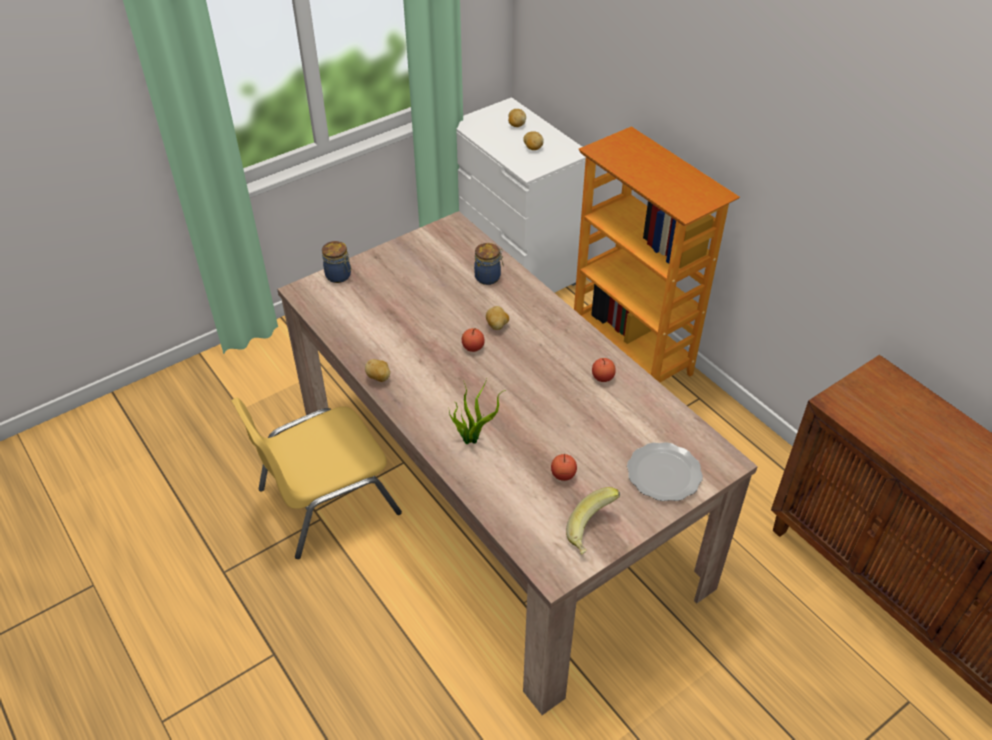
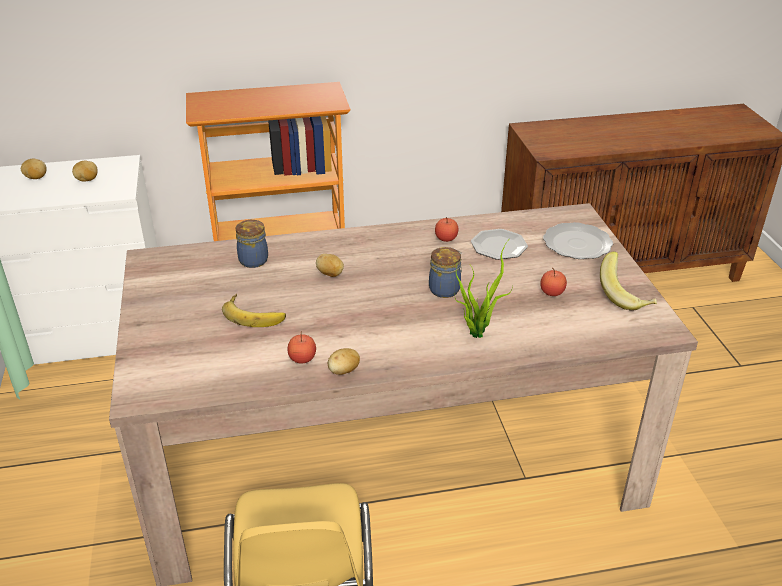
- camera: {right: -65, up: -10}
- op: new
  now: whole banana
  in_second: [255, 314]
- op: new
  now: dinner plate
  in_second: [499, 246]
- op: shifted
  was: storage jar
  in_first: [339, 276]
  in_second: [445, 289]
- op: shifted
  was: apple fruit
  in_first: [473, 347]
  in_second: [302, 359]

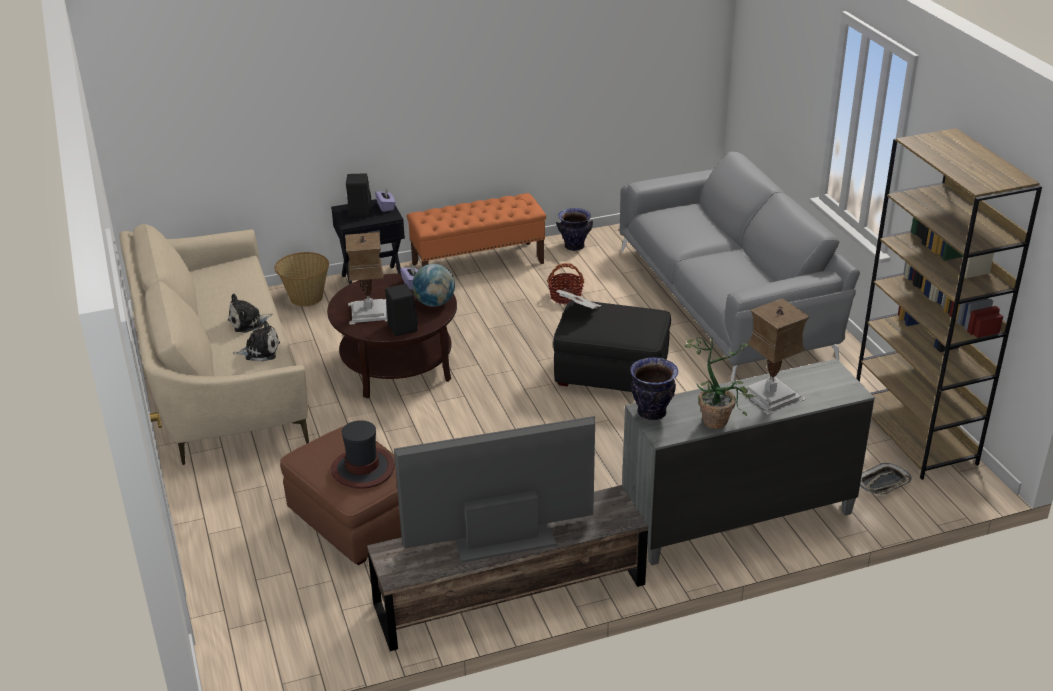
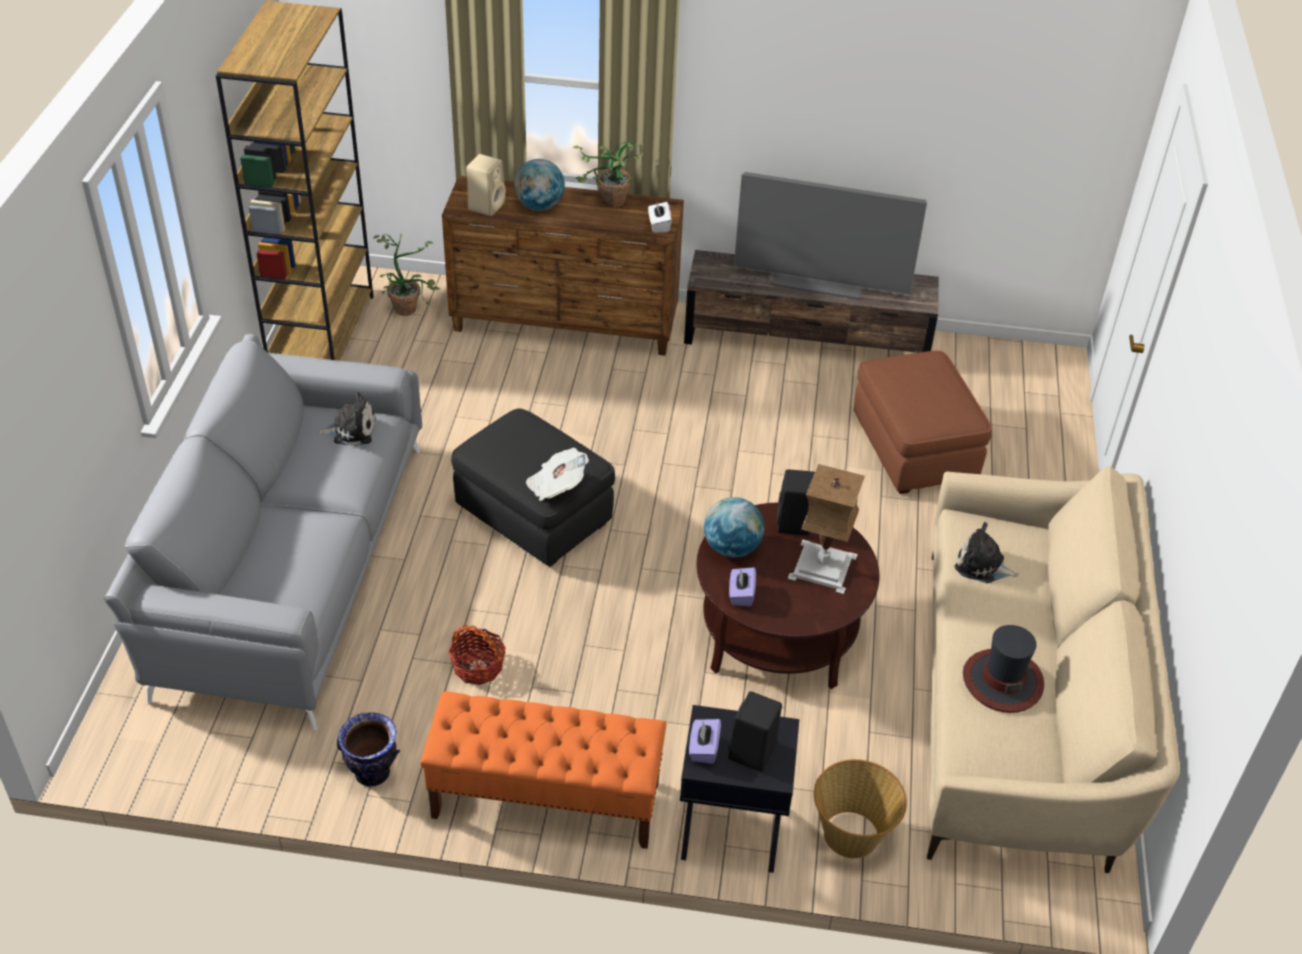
- camera: {right: -155, up: 10}
- op: new
  now: beige speaker
  in_second: [487, 205]
- op: shifted
  was: cuddly toy
  in_first: [248, 322]
  in_second: [351, 430]
- op: shifted
  was: wearable hat
  in_first: [363, 469]
  in_second: [1002, 680]
- op: swapped
  was: vase
  now: white-coloured tissue holder
  in_first: [651, 413]
  in_second: [659, 225]
- op: swapped
  was: table lamp
  now: globe
  in_first: [771, 394]
  in_second: [539, 206]
- op: swapped
  was: tray
  now: houseplant
  in_first: [883, 483]
  in_second: [408, 306]
- op: repainted
  was: gray drawer chest
  now: brownish drawer chest
  in_first: [737, 518]
  in_second: [565, 325]

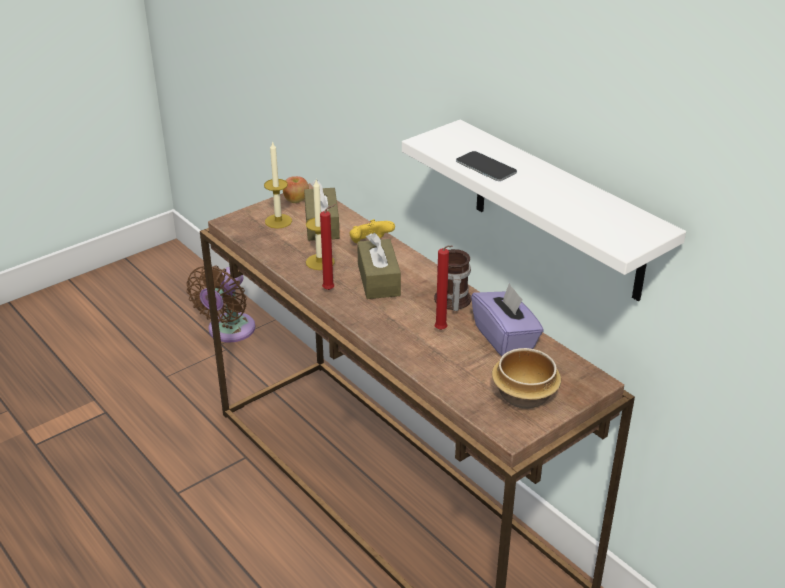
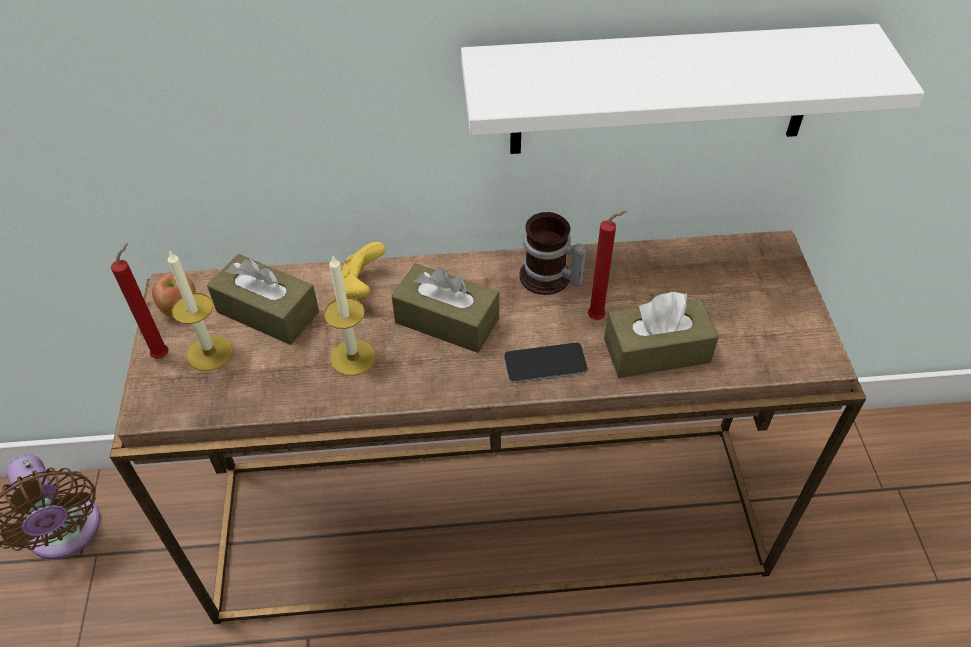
- camera: {right: -55, up: 15}
- op: gone
  was: purple tissue holder
  in_first: [505, 338]
- op: gone
  was: serving bowl
  in_first: [523, 395]
- op: new
  now: brownish tissue holder
  in_second: [656, 351]
- op: shifted
  was: reddish candle
  in_first: [330, 290]
  in_second: [164, 354]
- op: shifted
  was: telephone
  in_first: [486, 167]
  in_second: [545, 363]

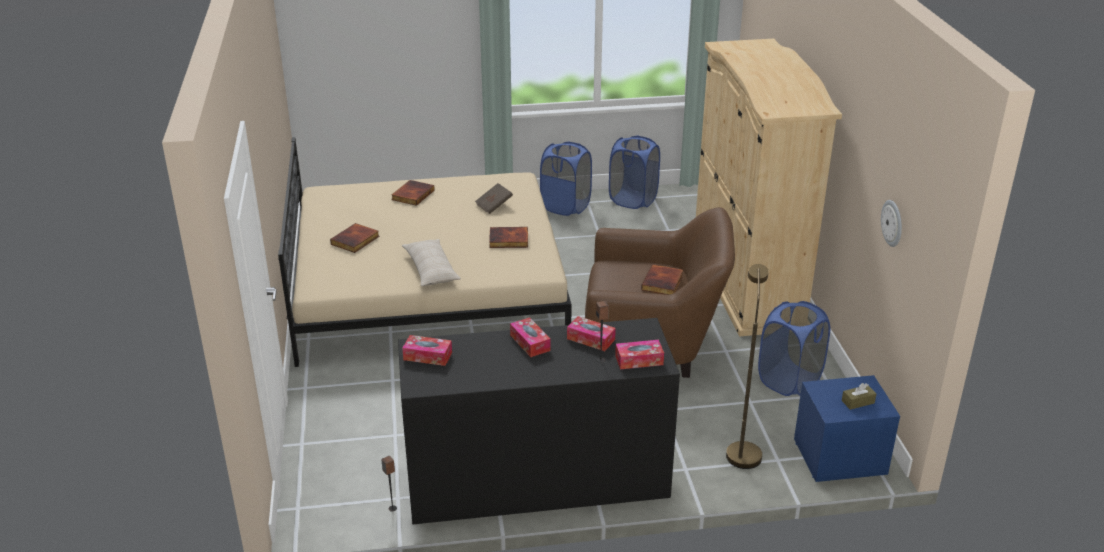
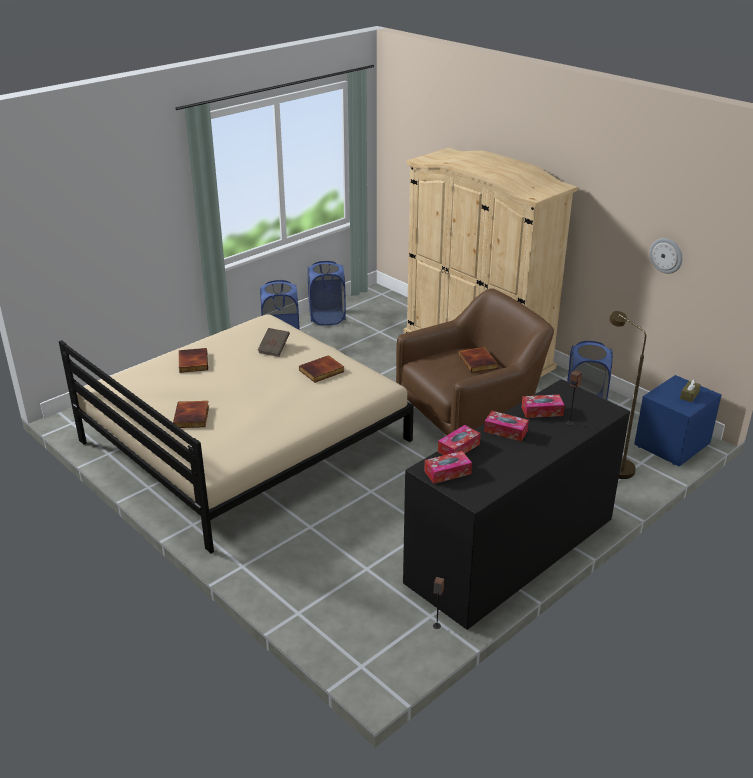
- camera: {right: -35, up: 0}
- op: gone
  was: beige throw pillow
  in_first: [431, 270]
- op: shifted
  was: tissue holder
  in_first: [639, 360]
  in_second: [458, 448]

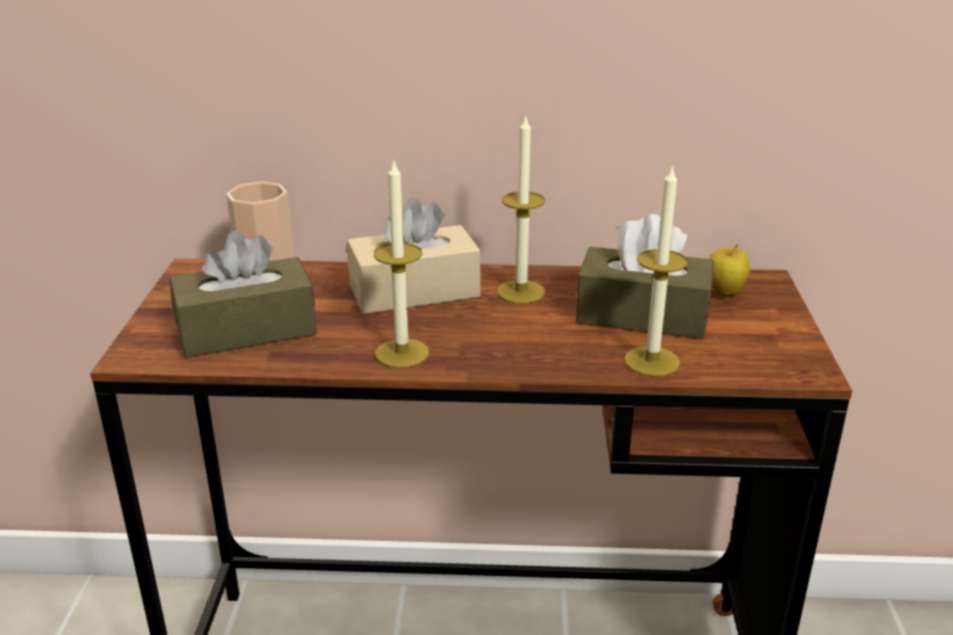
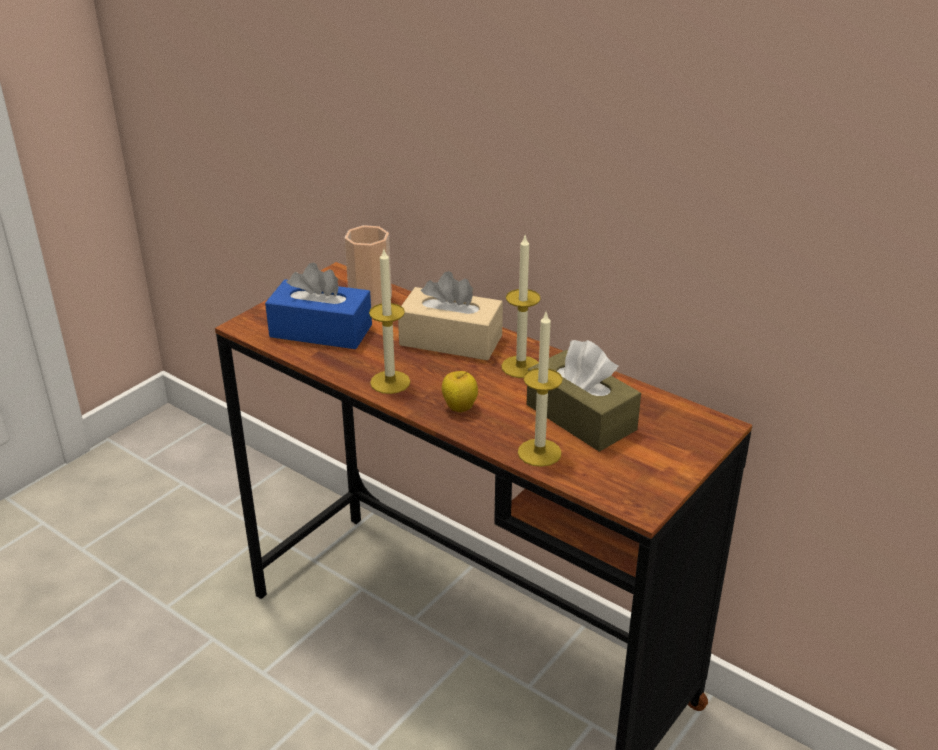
- camera: {right: 35, up: 5}
- op: shifted
  was: apple fruit
  in_first: [724, 293]
  in_second: [460, 408]
- op: repainted
  was: brownish tissue holder
  now: blue-coloured tissue holder
  in_first: [246, 330]
  in_second: [321, 331]

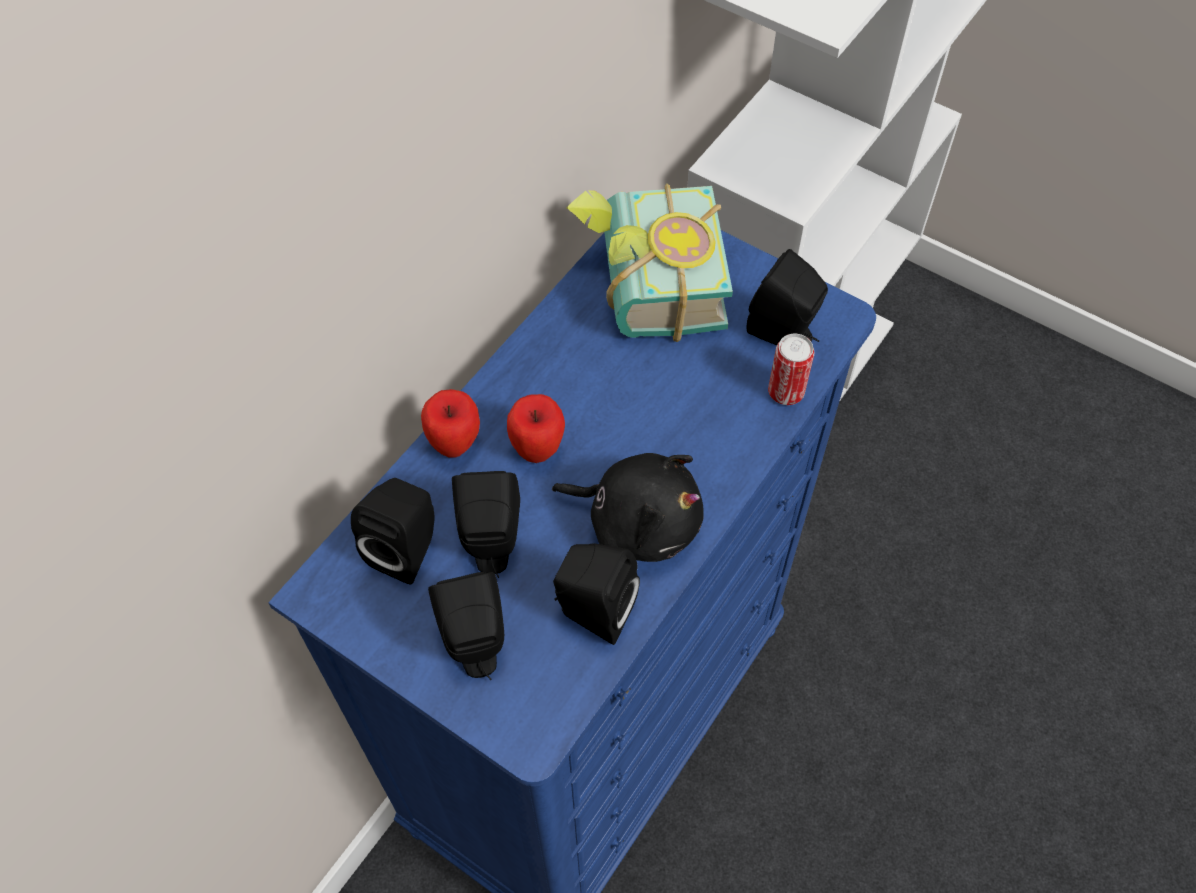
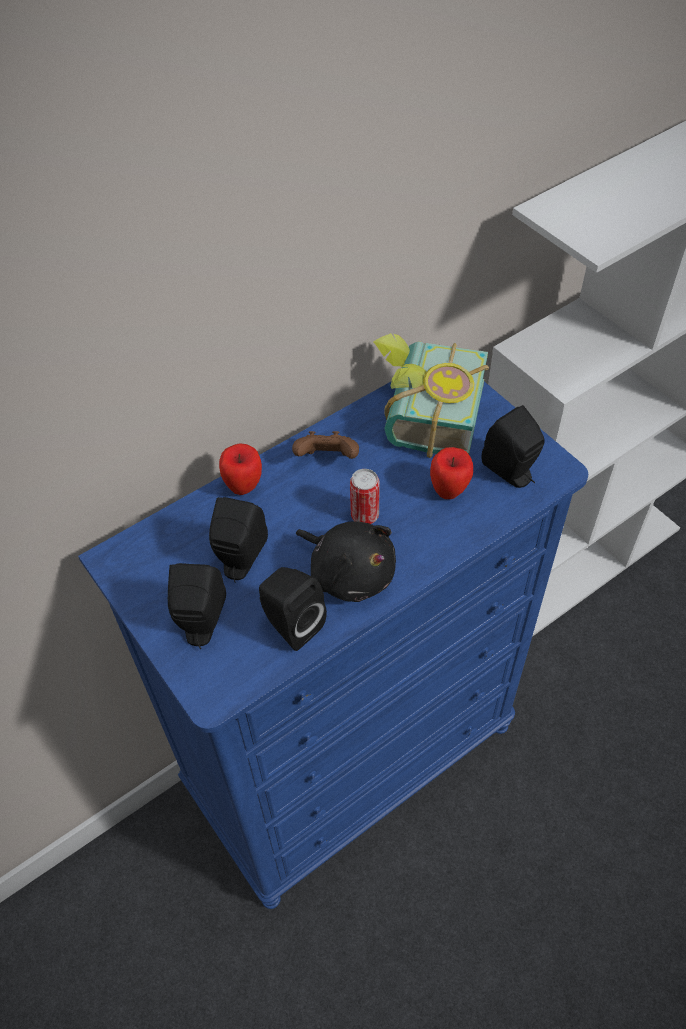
- camera: {right: 20, up: -5}
- op: gone
  was: black speaker
  in_first: [408, 549]
- op: new
  now: brownish game controller
  in_second: [327, 459]
- op: shifted
  was: apple fruit
  in_first: [538, 450]
  in_second: [449, 491]
- op: shifted
  was: sealed can
  in_first: [786, 392]
  in_second: [364, 515]

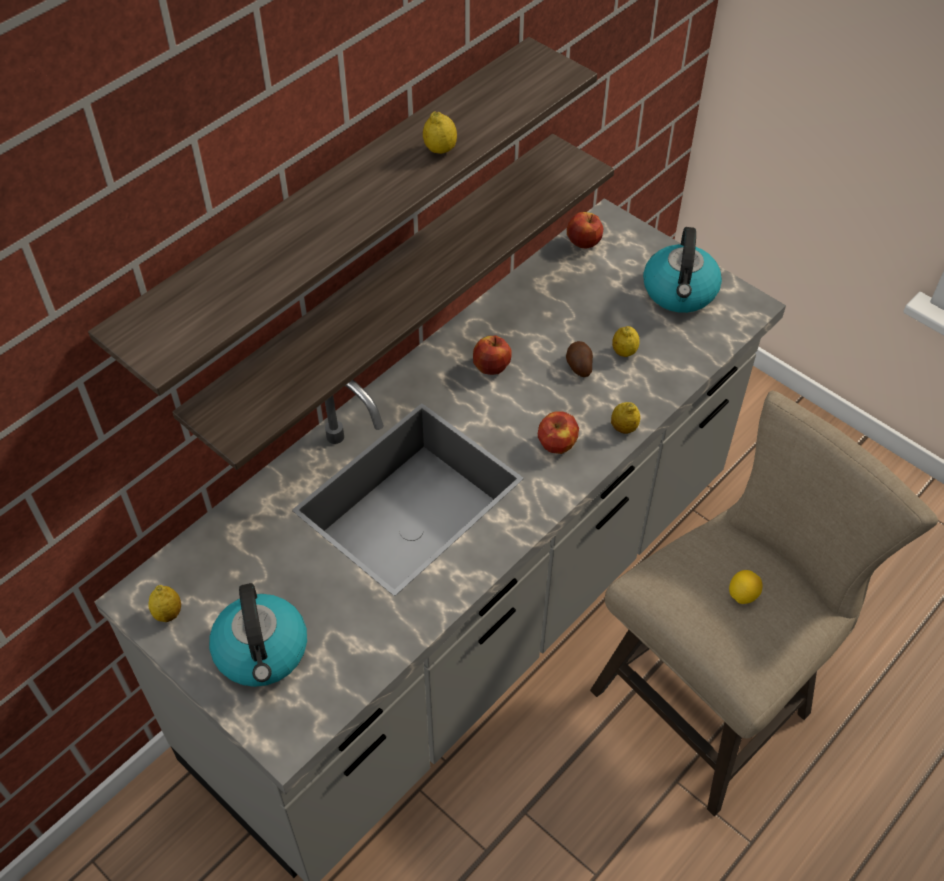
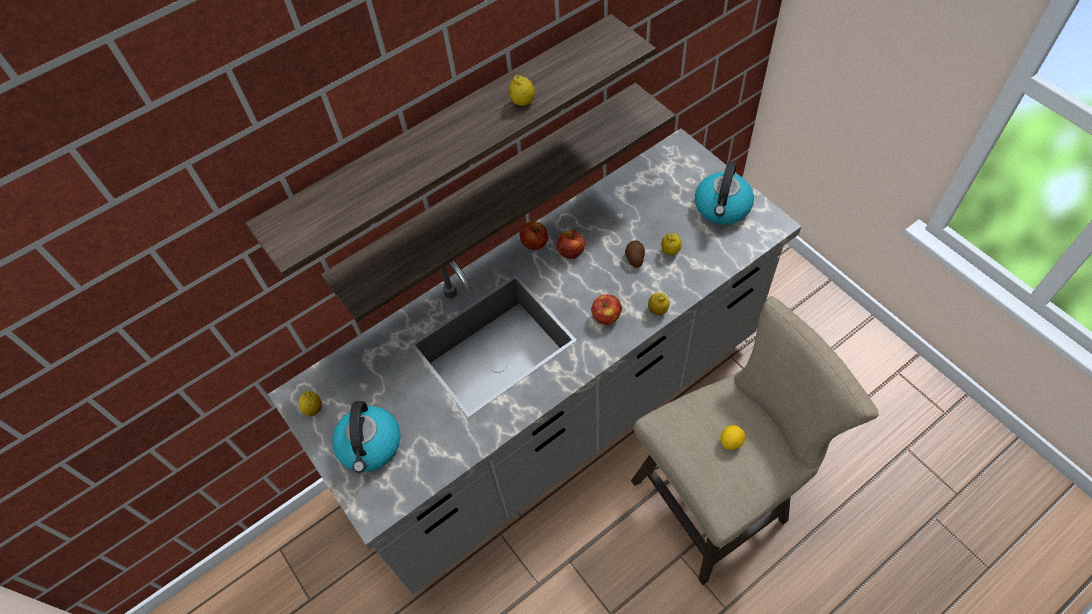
- camera: {right: 15, up: 5}
- op: shifted
  was: apple fruit
  in_first: [583, 242]
  in_second: [534, 243]

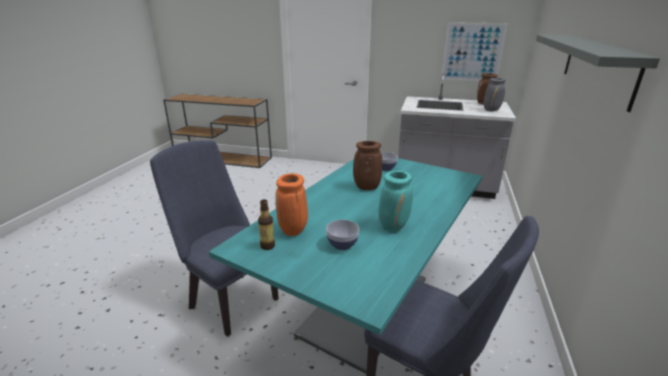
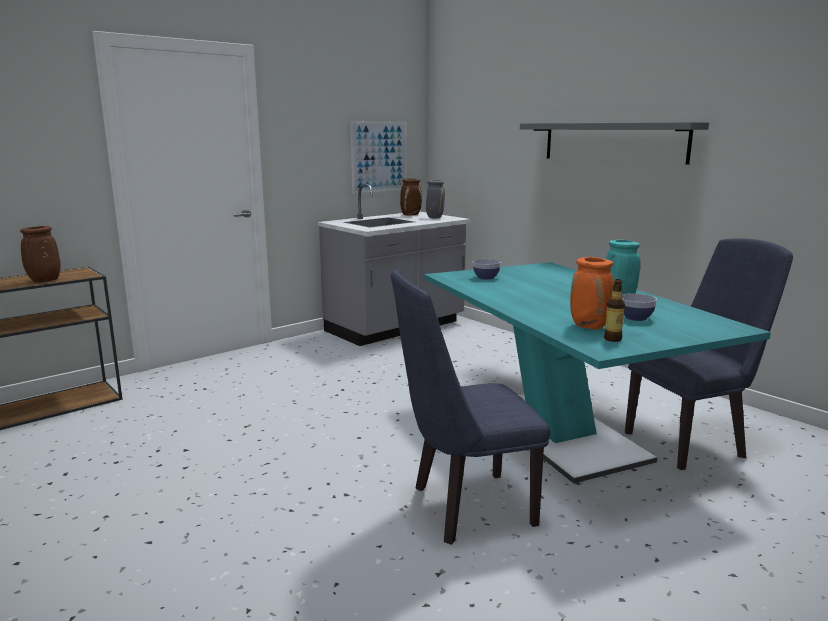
- camera: {right: -55, up: -10}
- op: shifted
  was: brownish vase
  in_first: [366, 188]
  in_second: [44, 280]

